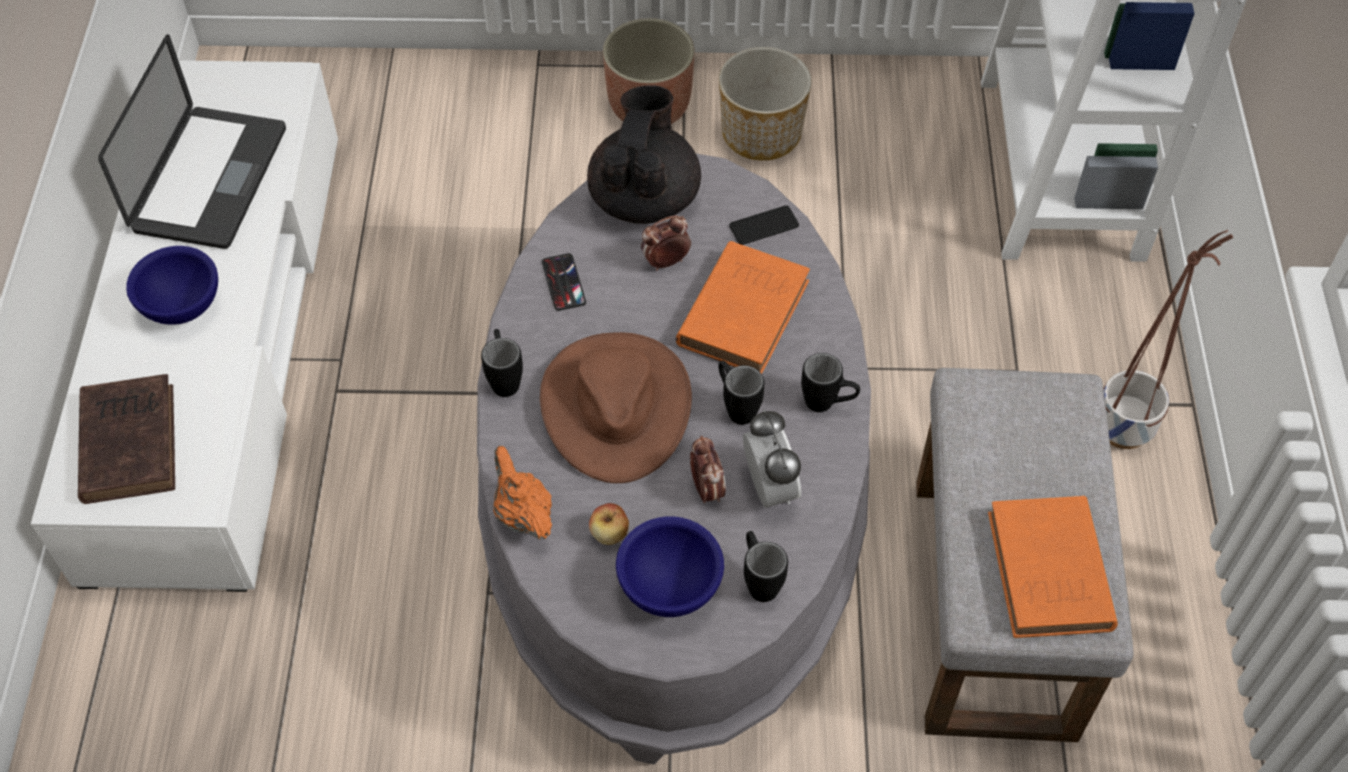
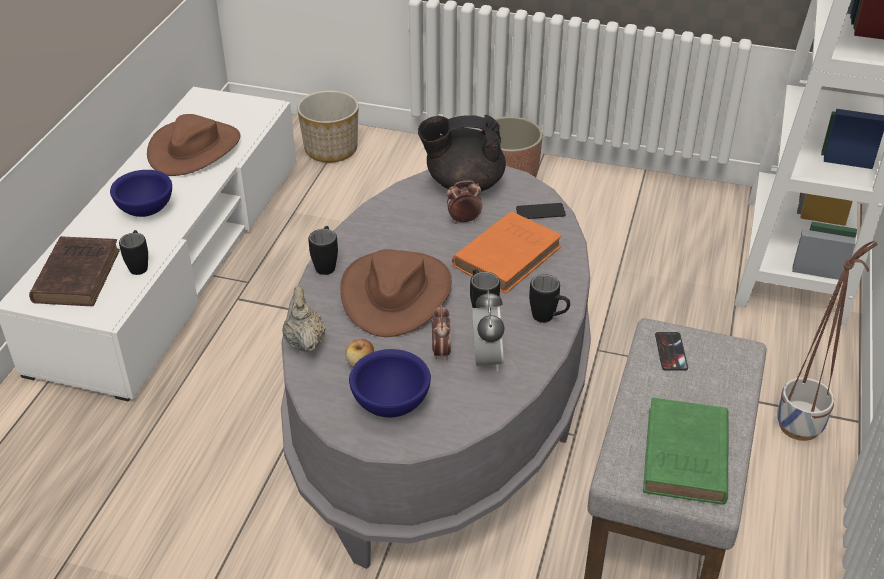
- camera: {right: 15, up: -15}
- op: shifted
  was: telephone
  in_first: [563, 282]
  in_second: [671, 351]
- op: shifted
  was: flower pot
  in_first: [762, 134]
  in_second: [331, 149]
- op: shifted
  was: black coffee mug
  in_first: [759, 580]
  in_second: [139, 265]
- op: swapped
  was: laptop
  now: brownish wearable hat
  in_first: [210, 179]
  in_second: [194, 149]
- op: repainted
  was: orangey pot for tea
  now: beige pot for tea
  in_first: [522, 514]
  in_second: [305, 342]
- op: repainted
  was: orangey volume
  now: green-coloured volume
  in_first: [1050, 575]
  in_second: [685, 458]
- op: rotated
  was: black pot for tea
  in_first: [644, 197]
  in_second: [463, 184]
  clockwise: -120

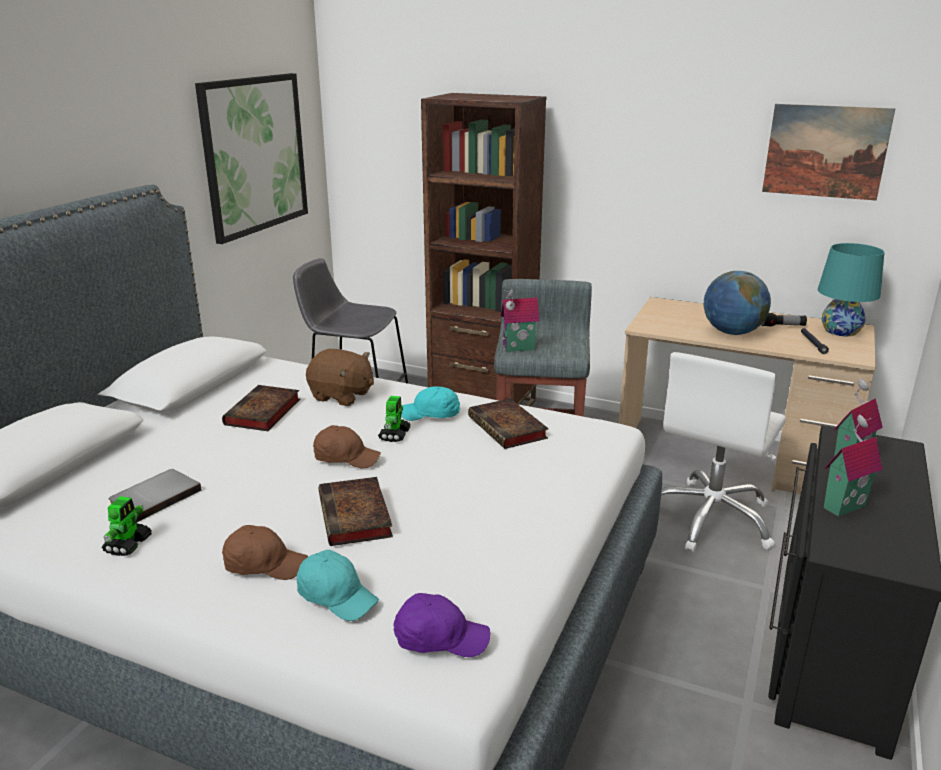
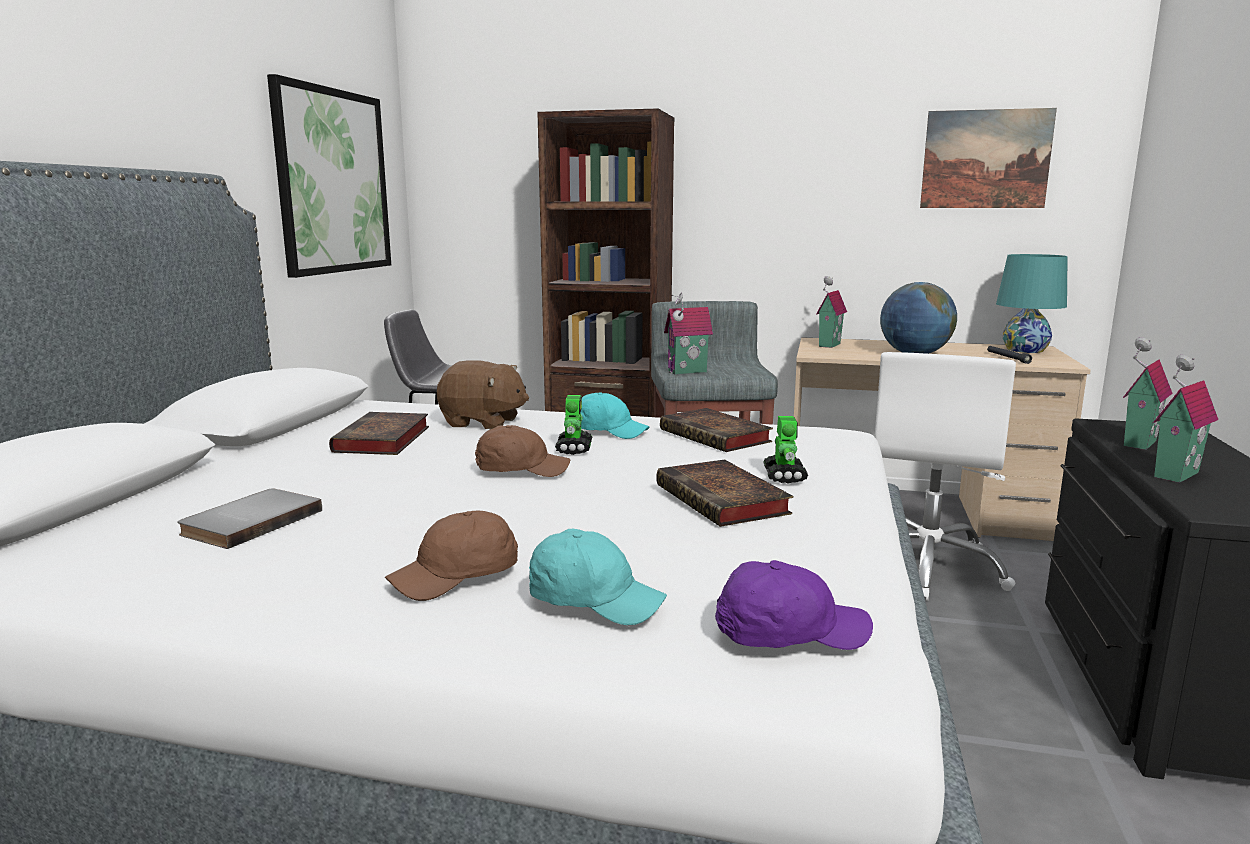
- camera: {right: -10, up: -10}
- op: gone
  was: torch
  in_first: [782, 326]
- op: new
  now: model house
  in_second: [827, 345]
- op: shifted
  was: toy robot
  in_first: [128, 544]
  in_second: [784, 476]
- op: shifted
  was: volume
  in_first: [356, 517]
  in_second: [724, 501]
- op: rotated
  was: brownish cap
  in_first: [265, 565]
  in_second: [457, 577]
  clockwise: 150
- op: rotated
  was: turquoise-coloured cap
  in_first: [430, 415]
  in_second: [609, 431]
  clockwise: -150

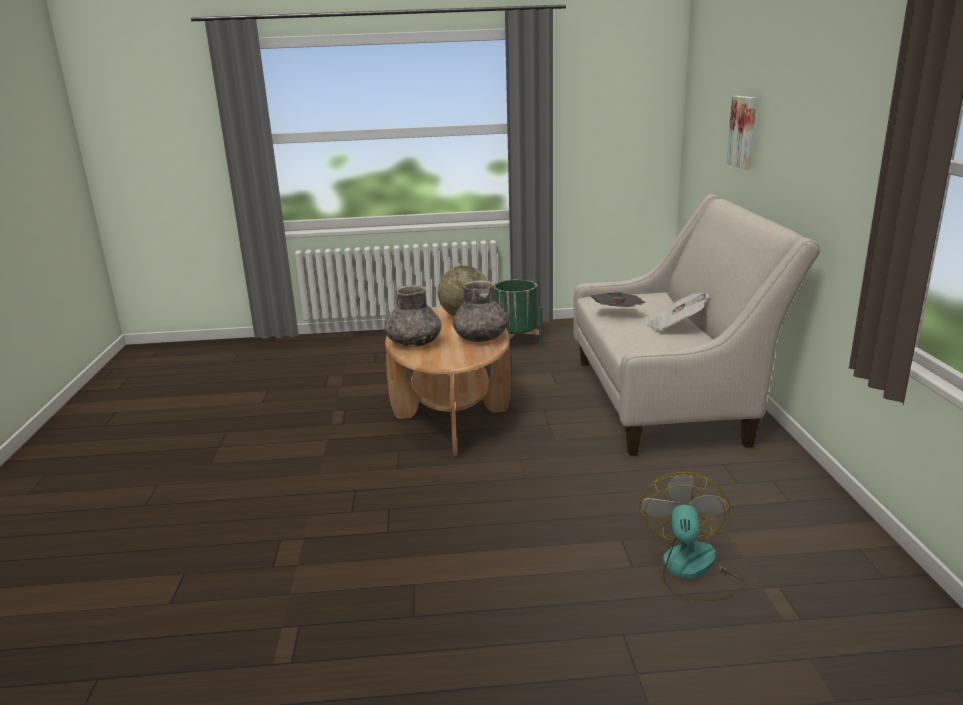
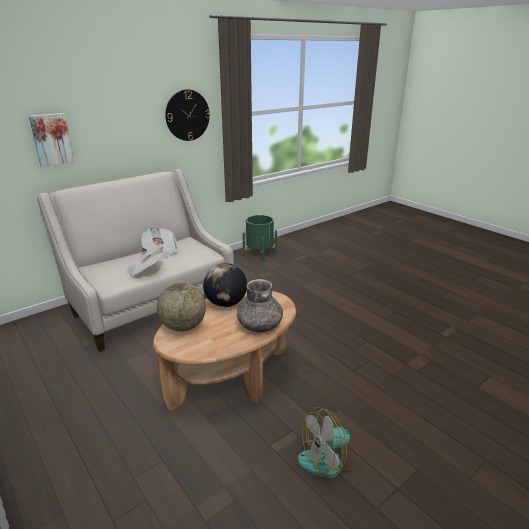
- camera: {right: -125, up: 5}
- op: new
  now: hanging clock
  in_second: [187, 115]
- op: shifted
  was: green-coloured flower pot
  in_first: [516, 342]
  in_second: [259, 254]
- op: shifted
  was: cooling fan
  in_first: [691, 570]
  in_second: [329, 460]
- op: swapped
  was: gray vase
  now: globe
  in_first: [481, 338]
  in_second: [226, 303]

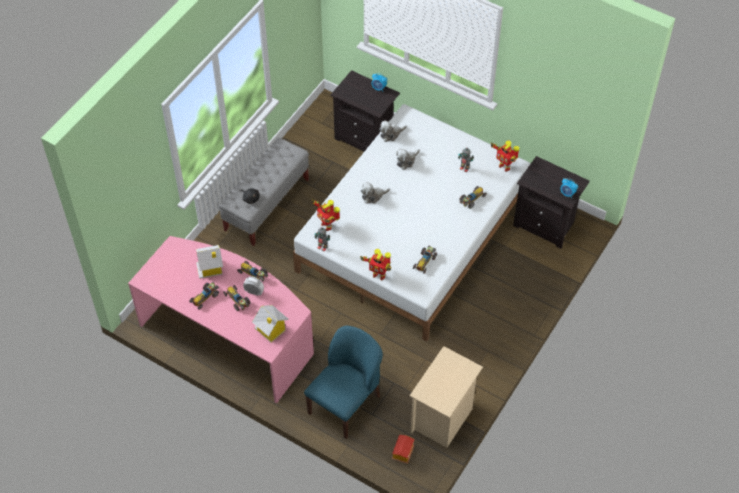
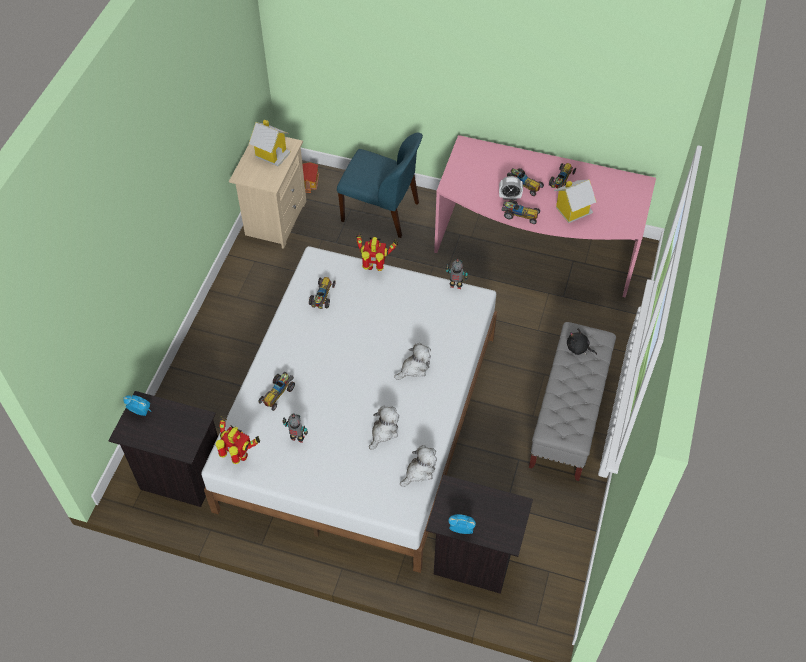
- camera: {right: 165, up: 0}
- op: gone
  was: toy robot
  in_first: [327, 225]
- op: shifted
  was: model house
  in_first: [270, 330]
  in_second: [271, 154]
- op: rotated
  was: blue-coloured plain chair
  in_first: [345, 404]
  in_second: [382, 212]
  clockwise: -90

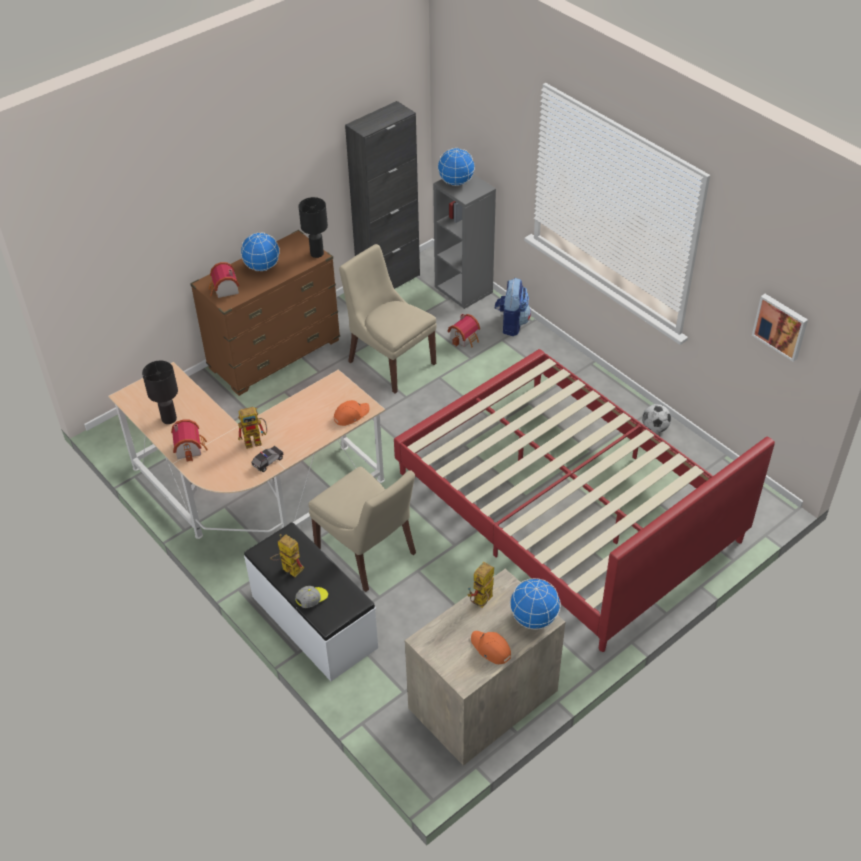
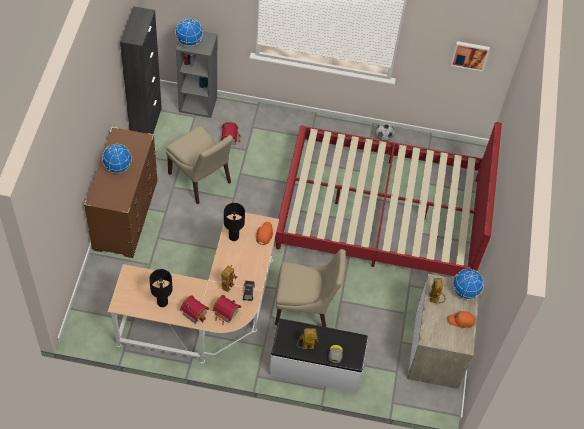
- camera: {right: -45, up: 10}
- op: gone
  was: knapsack
  in_first: [511, 324]
- op: shifted
  was: model house
  in_first: [224, 290]
  in_second: [226, 314]
- op: shifted
  was: black table lamp
  in_first: [317, 253]
  in_second: [233, 236]
- op: rotated
  was: beige plain chair
  in_first: [389, 361]
  in_second: [201, 179]
  clockwise: -135

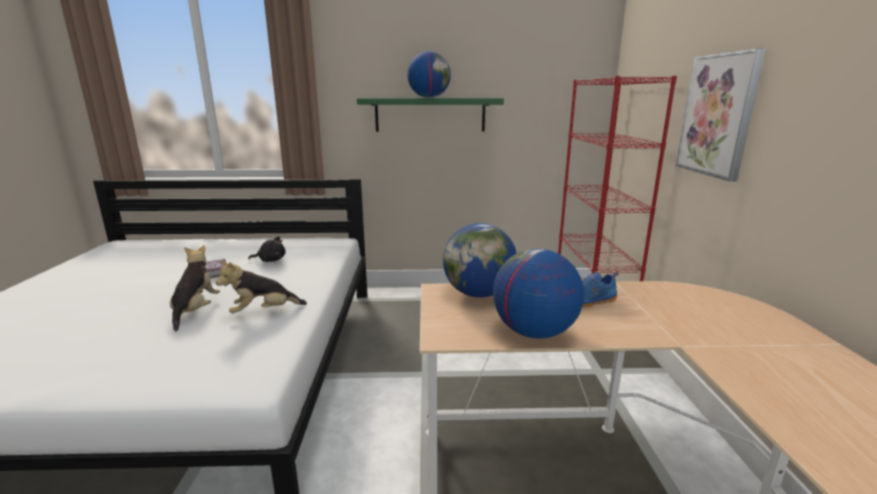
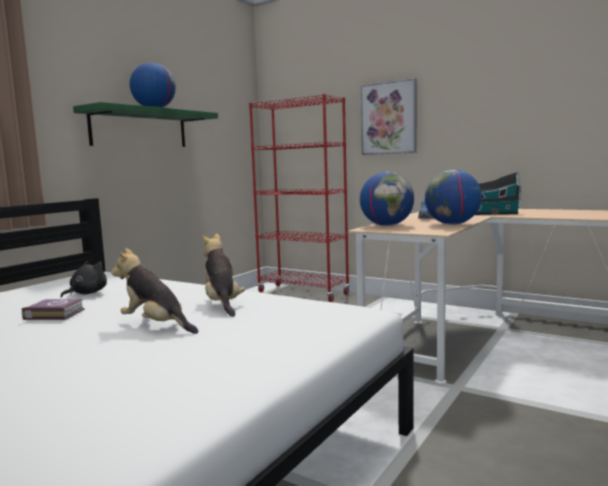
- camera: {right: -55, up: -10}
- op: new
  now: model house
  in_second: [491, 214]
- op: rotated
  was: cuddly toy
  in_first: [263, 312]
  in_second: [222, 304]
  clockwise: 150

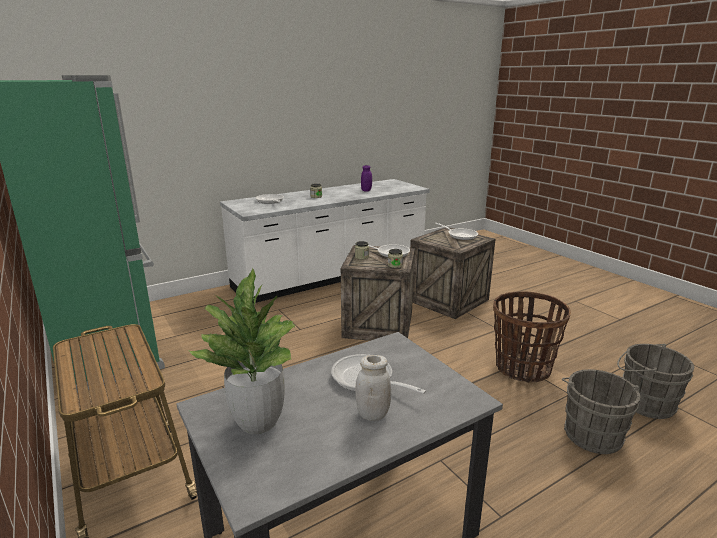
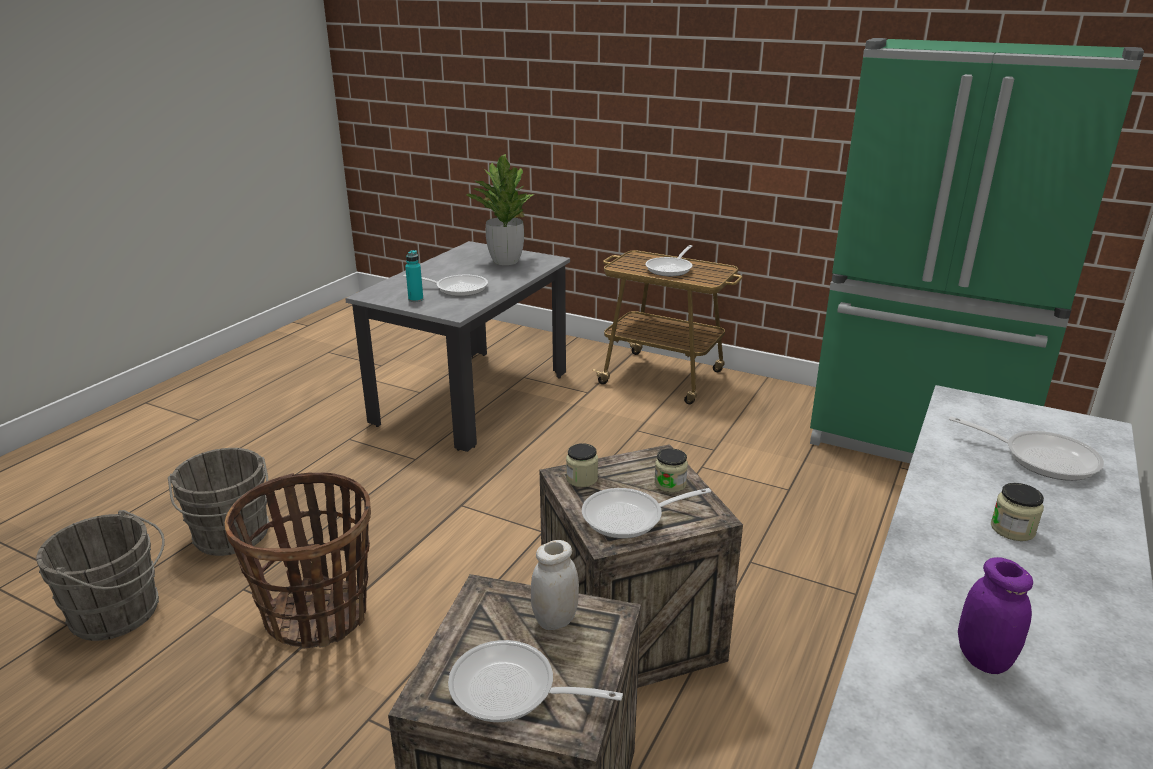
- camera: {right: 150, up: 5}
- op: new
  now: turquoise-coloured bottle
  in_second: [415, 299]
- op: new
  now: skillet
  in_second: [671, 268]
- op: shifted
  was: white-coloured storage jar
  in_first: [373, 414]
  in_second: [555, 620]

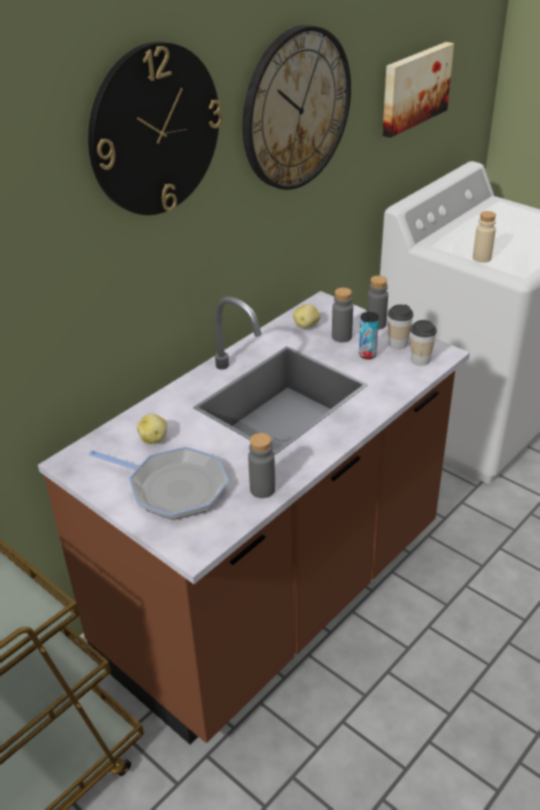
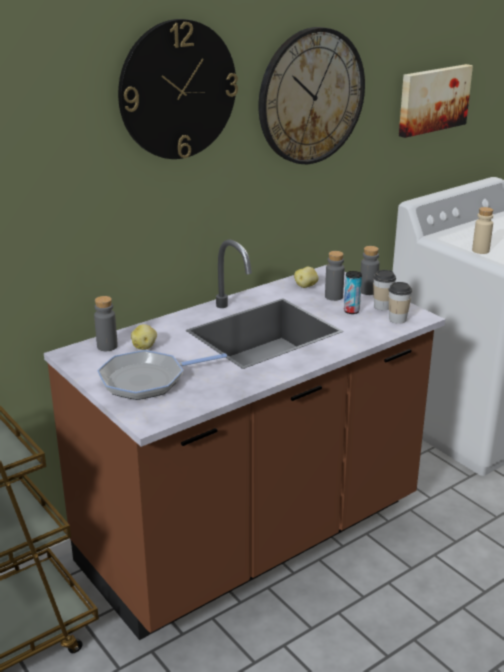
- camera: {right: 10, up: -10}
- op: shifted
  was: gray bottle
  in_first: [262, 489]
  in_second: [107, 346]
- op: rotated
  was: skillet
  in_first: [173, 488]
  in_second: [147, 380]
  clockwise: 120

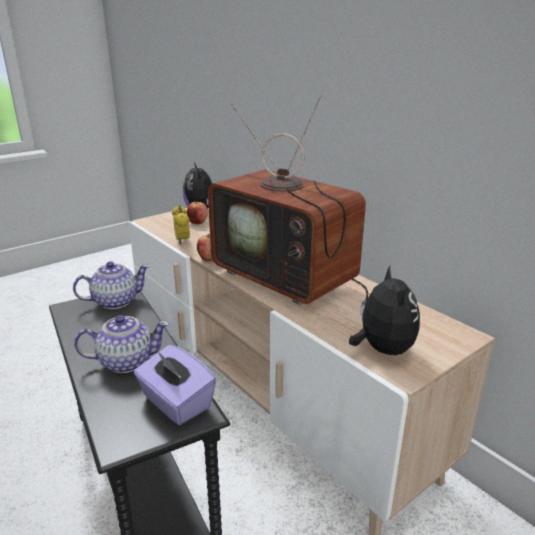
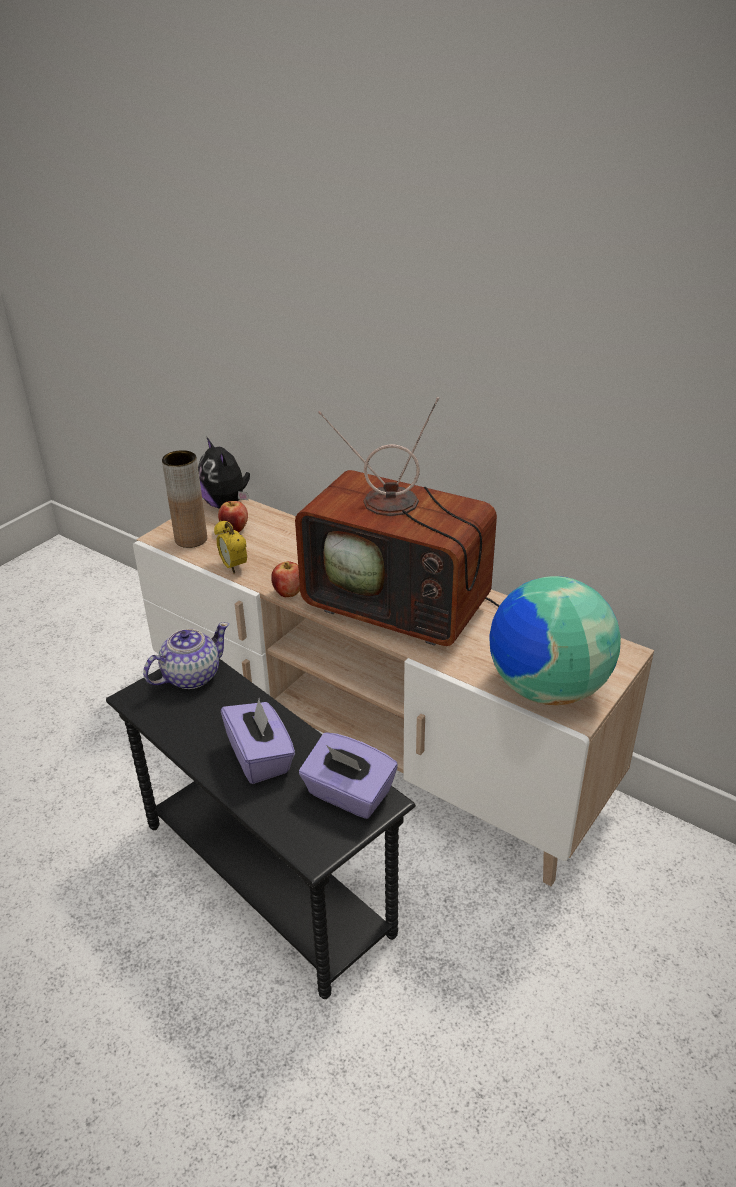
- camera: {right: -15, up: 10}
- op: new
  now: brownish vase
  in_second: [191, 539]
- op: swapped
  was: pot for tea
  now: purple tissue holder
  in_first: [125, 361]
  in_second: [260, 757]
- op: swapped
  was: cuddly toy
  now: globe
  in_first: [382, 349]
  in_second: [546, 688]

